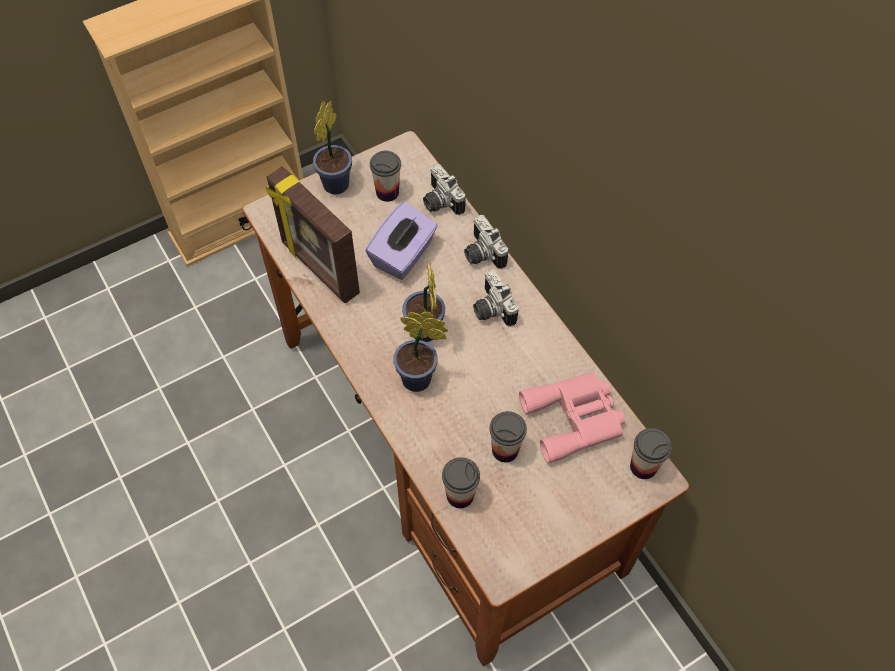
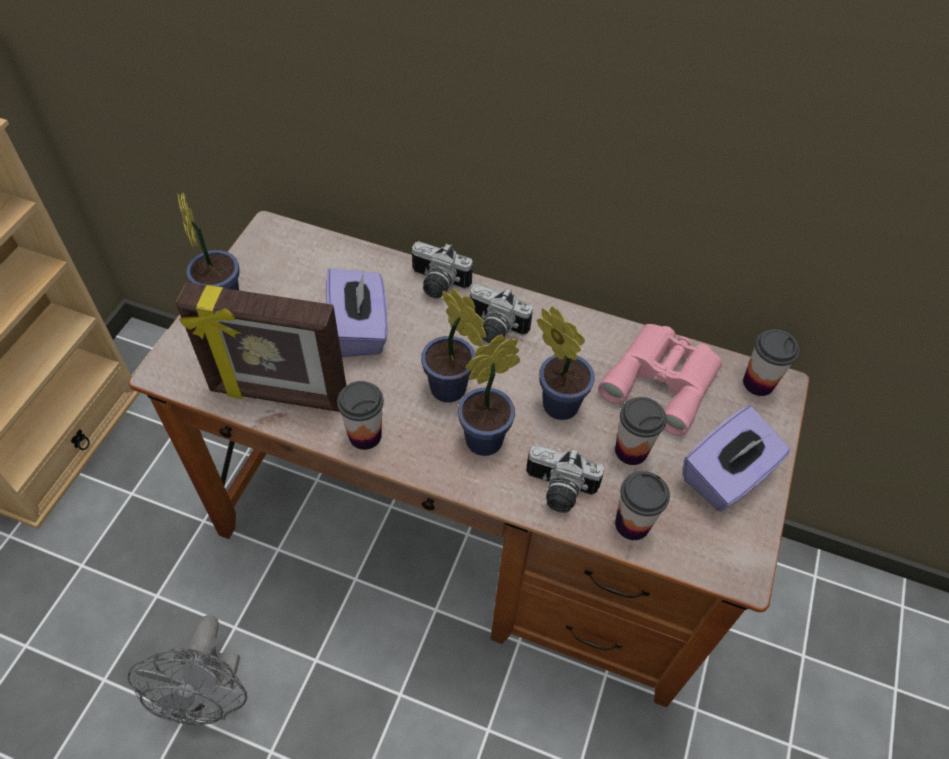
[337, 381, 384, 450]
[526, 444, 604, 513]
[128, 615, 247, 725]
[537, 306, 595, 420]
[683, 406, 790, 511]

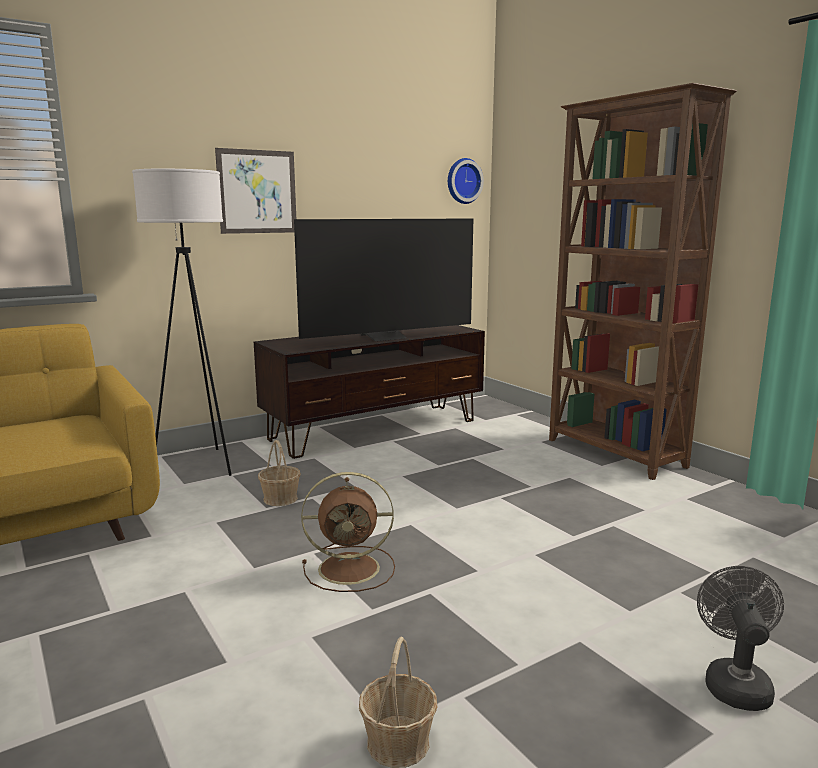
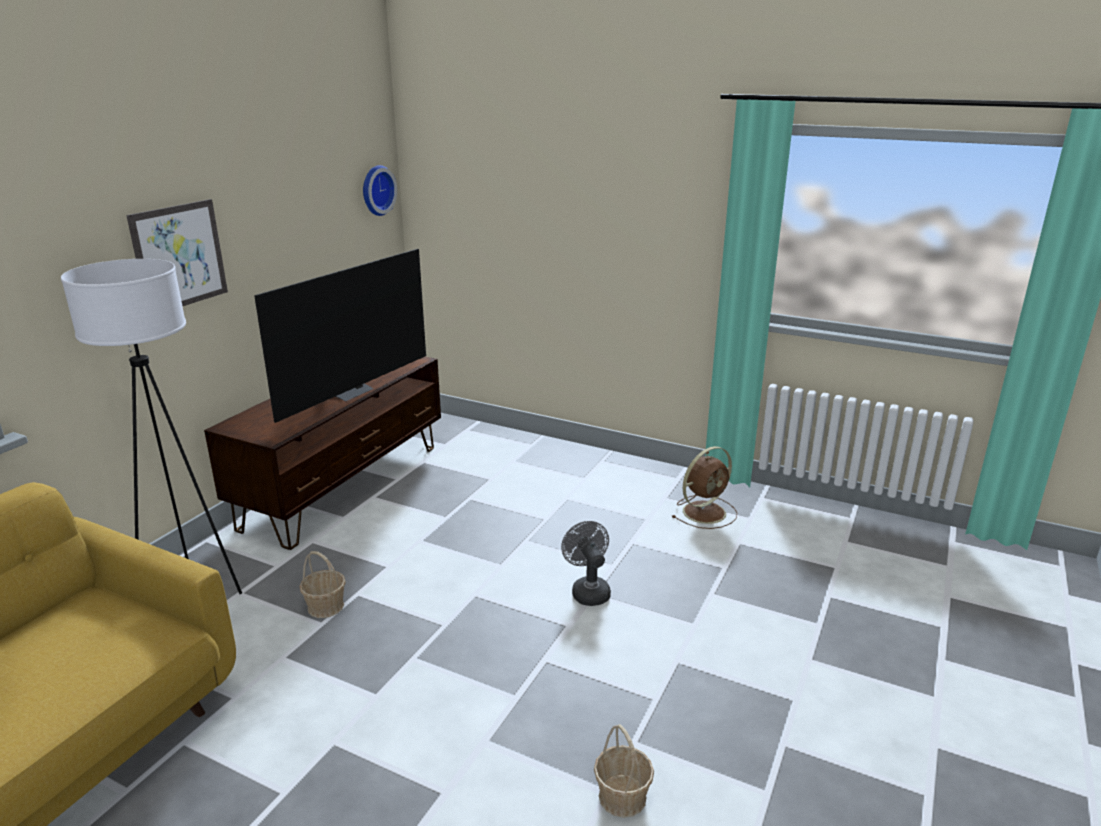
[672, 446, 737, 529]
[549, 83, 737, 480] (first image)
[561, 521, 611, 606]

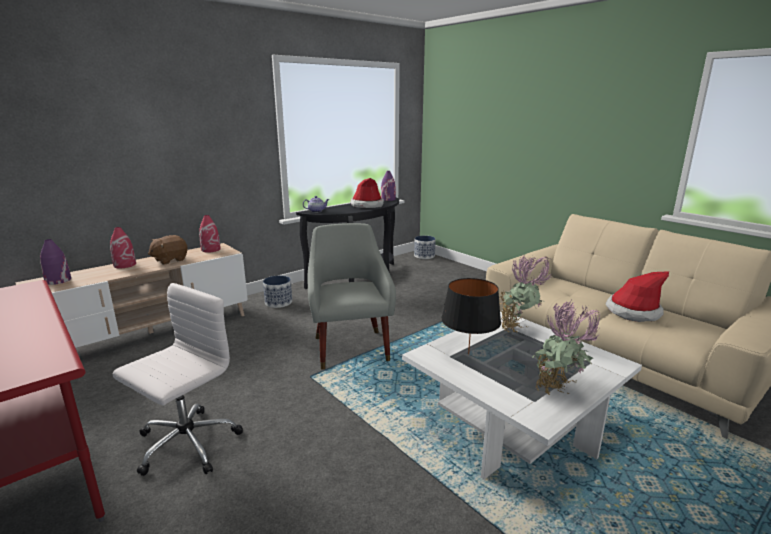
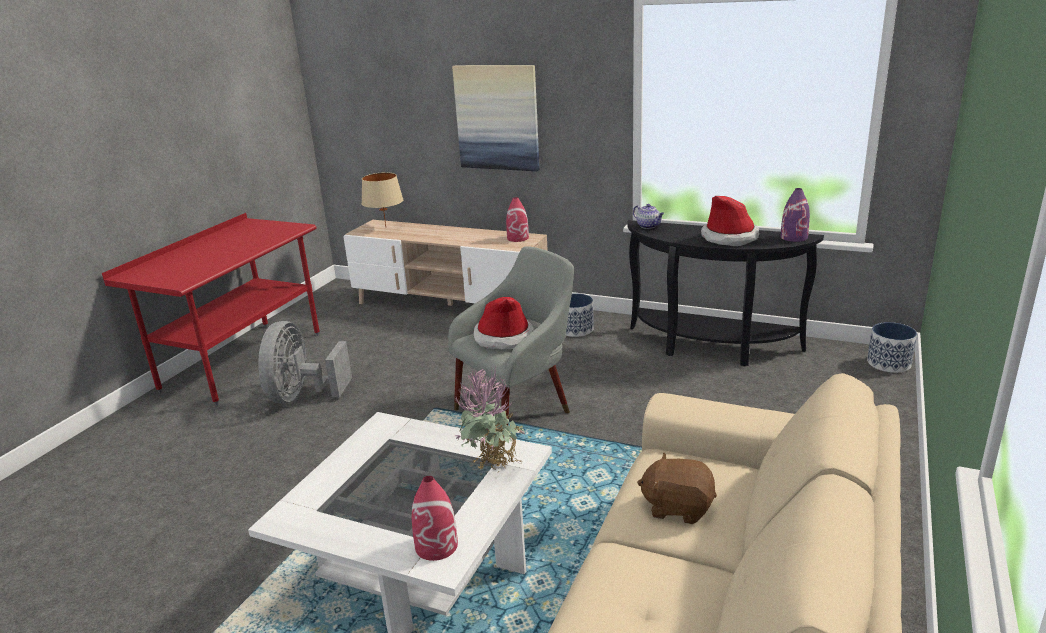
[361, 172, 403, 226]
[411, 476, 458, 561]
[258, 321, 352, 404]
[637, 453, 717, 524]
[441, 278, 501, 354] (first image)
[532, 298, 601, 394] (first image)
[473, 297, 534, 350]
[452, 65, 540, 171]

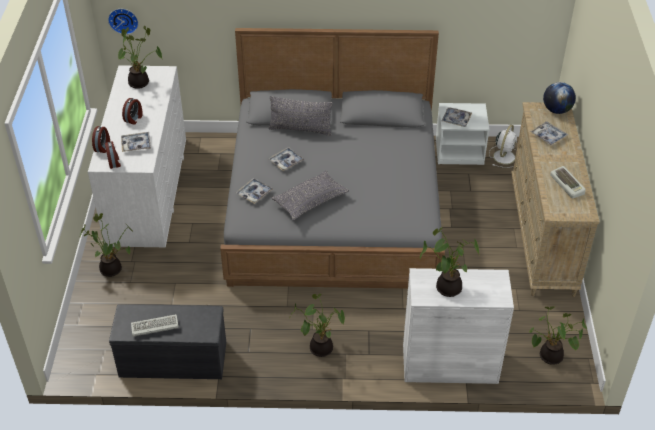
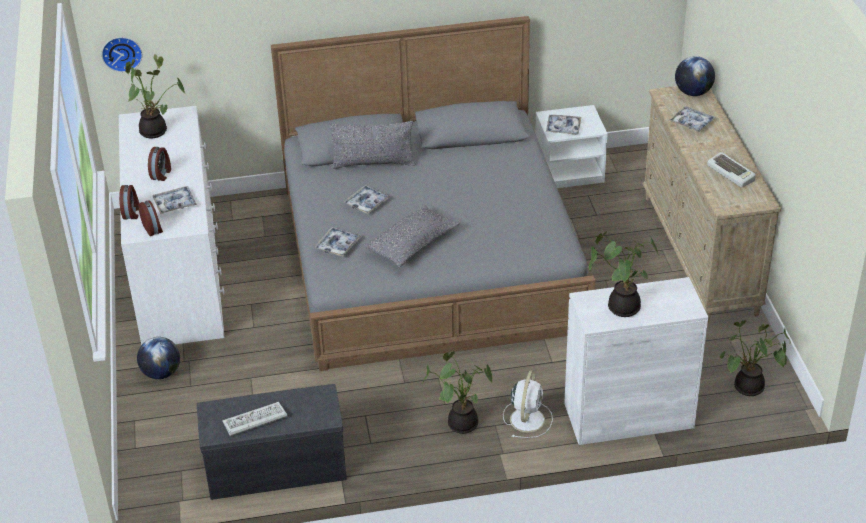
[137, 337, 180, 379]
[503, 370, 553, 438]

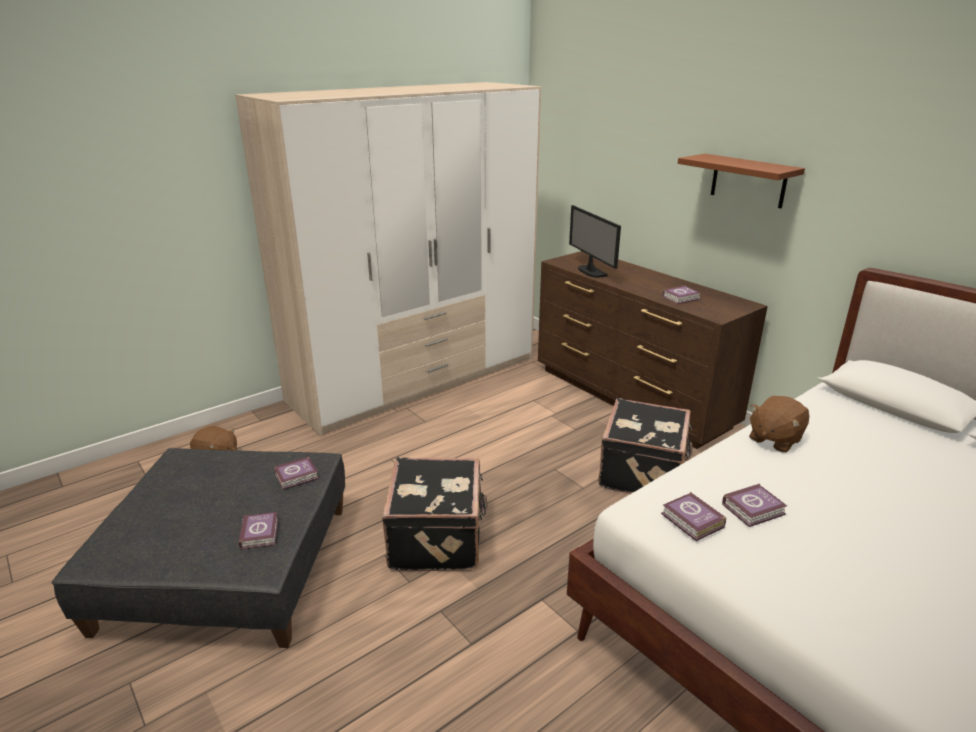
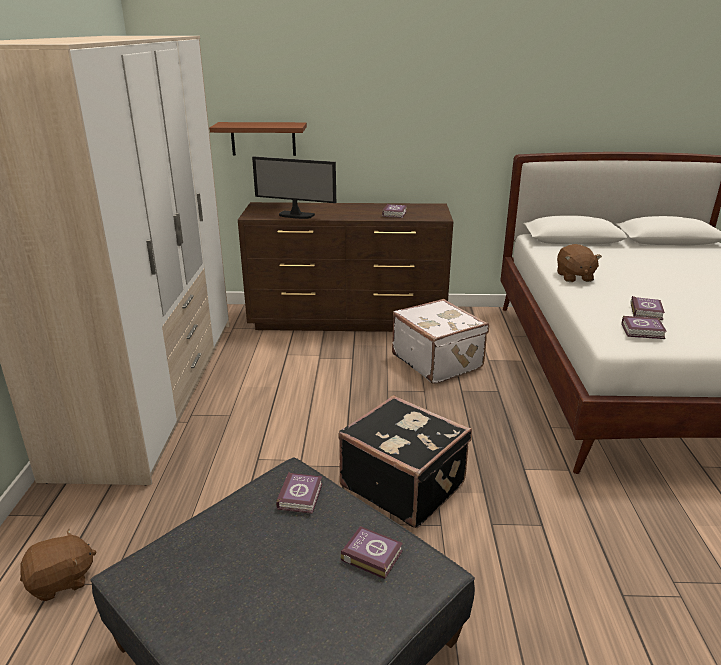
[392, 299, 489, 384]
[209, 122, 307, 156]

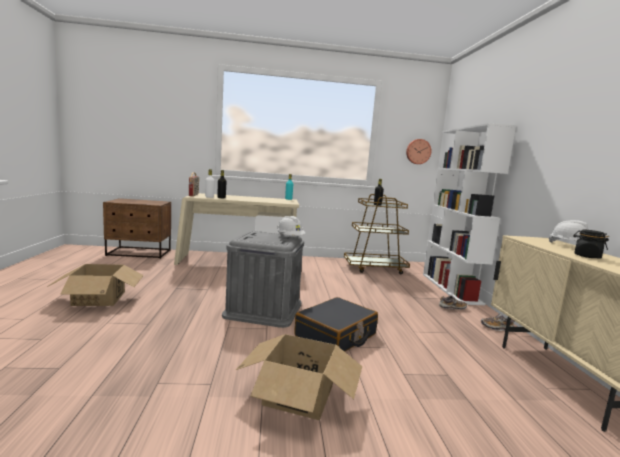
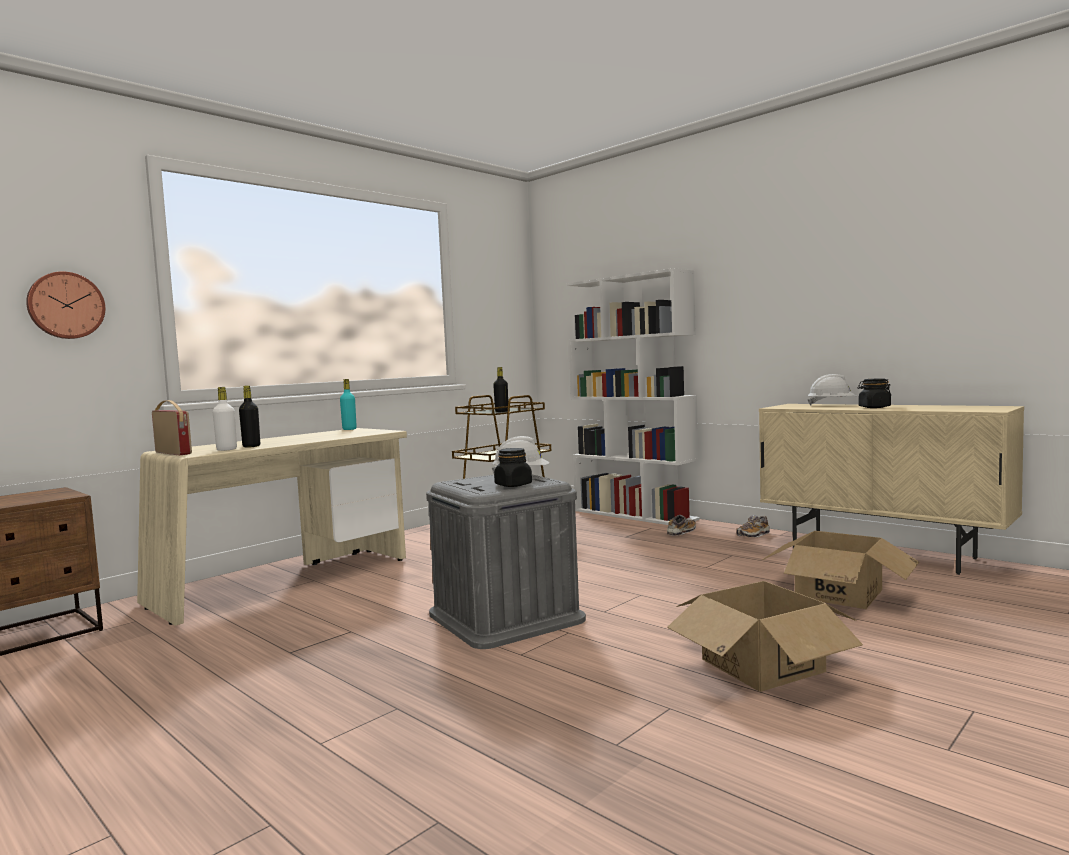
[762, 531, 919, 609]
[294, 297, 378, 352] (first image)
[26, 271, 105, 339]
[494, 448, 532, 487]

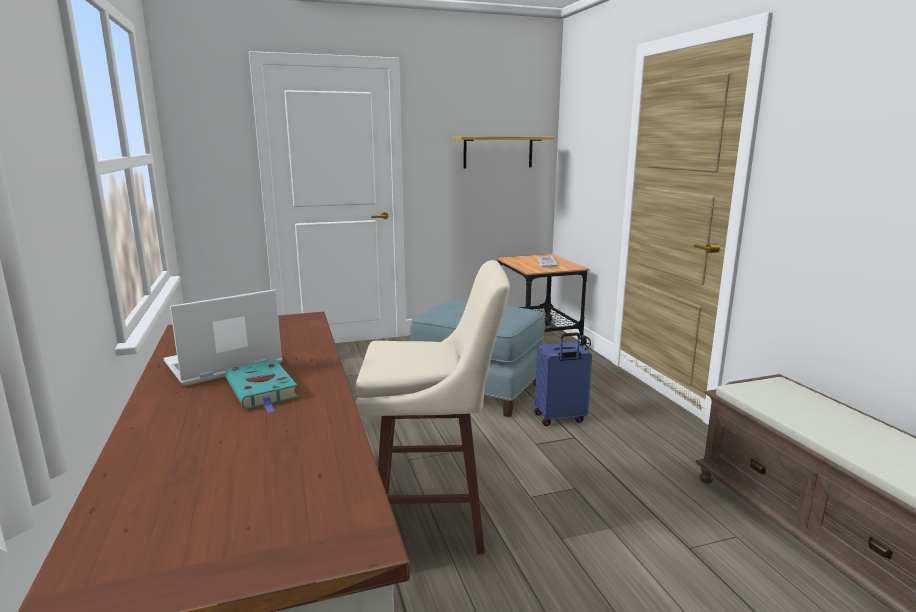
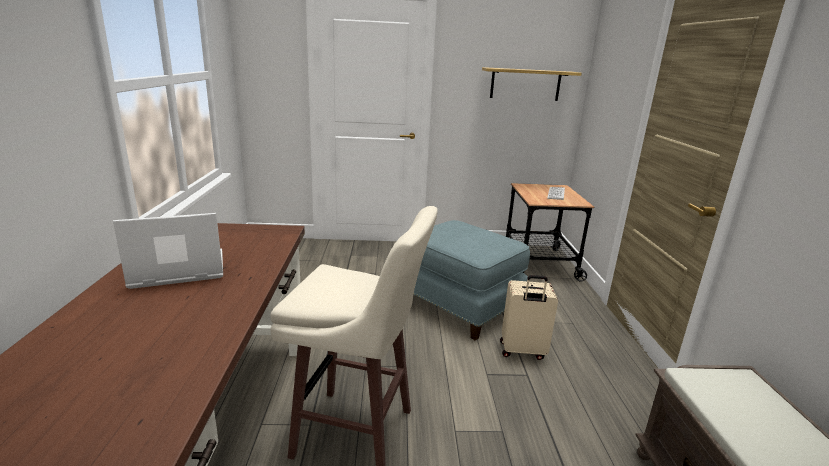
[225, 360, 298, 413] (first image)
[500, 275, 558, 360]

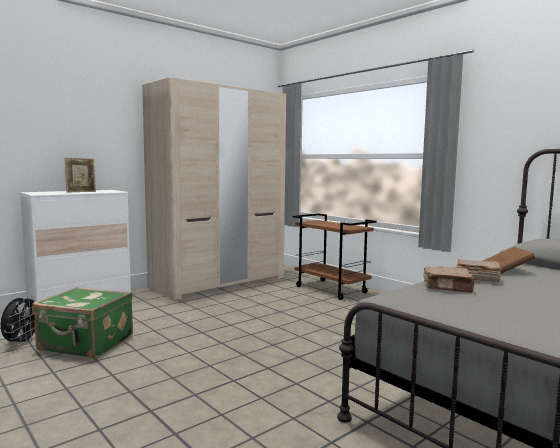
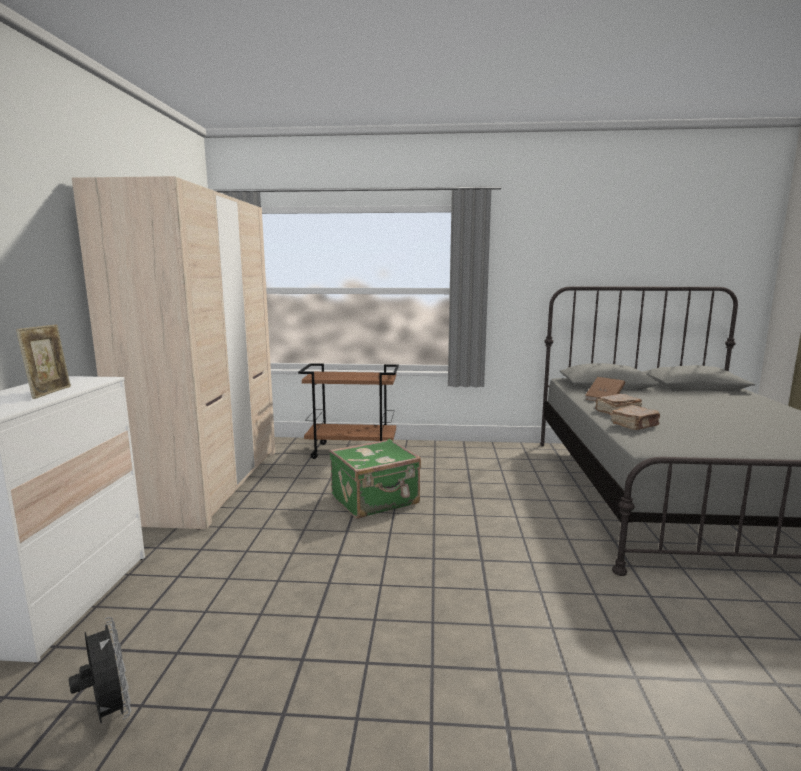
[329, 439, 421, 519]

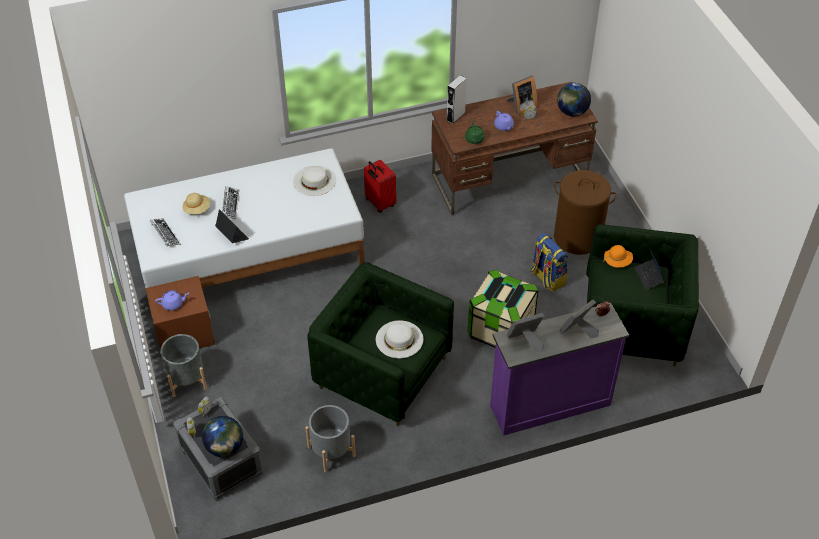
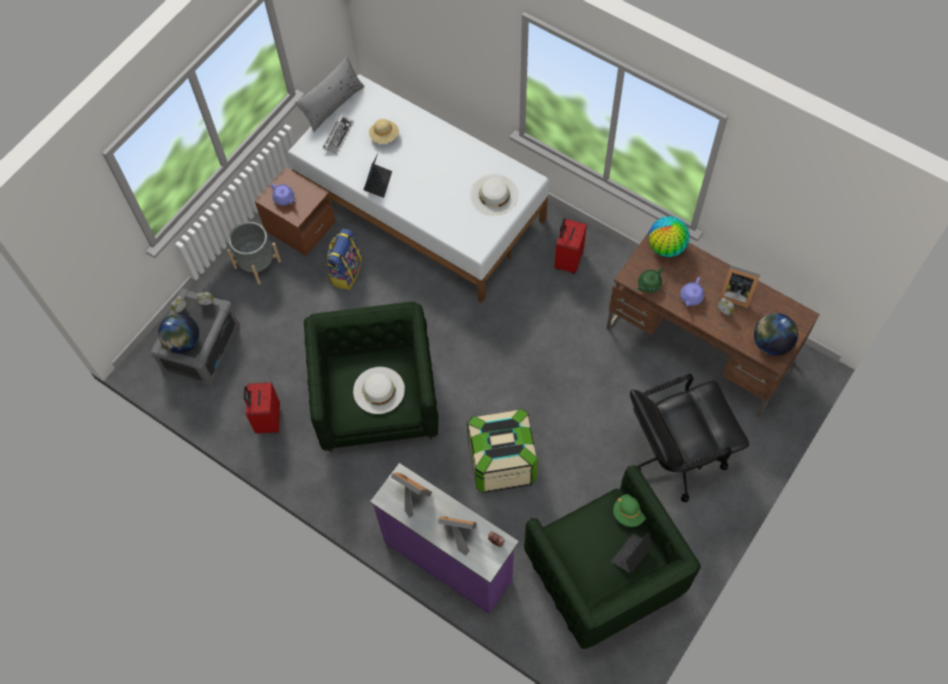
[222, 186, 239, 219] (first image)
[244, 383, 280, 433]
[648, 216, 689, 257]
[326, 229, 362, 290]
[630, 374, 749, 502]
[613, 494, 646, 527]
[295, 56, 365, 132]

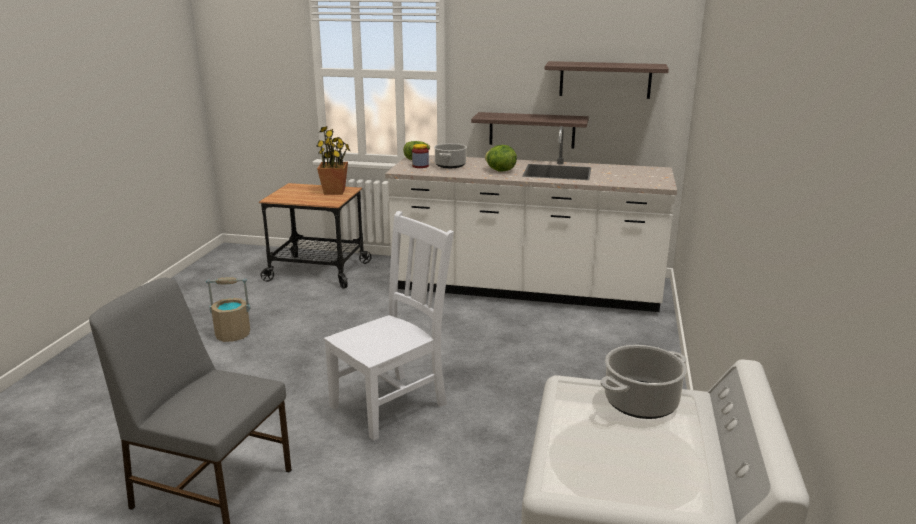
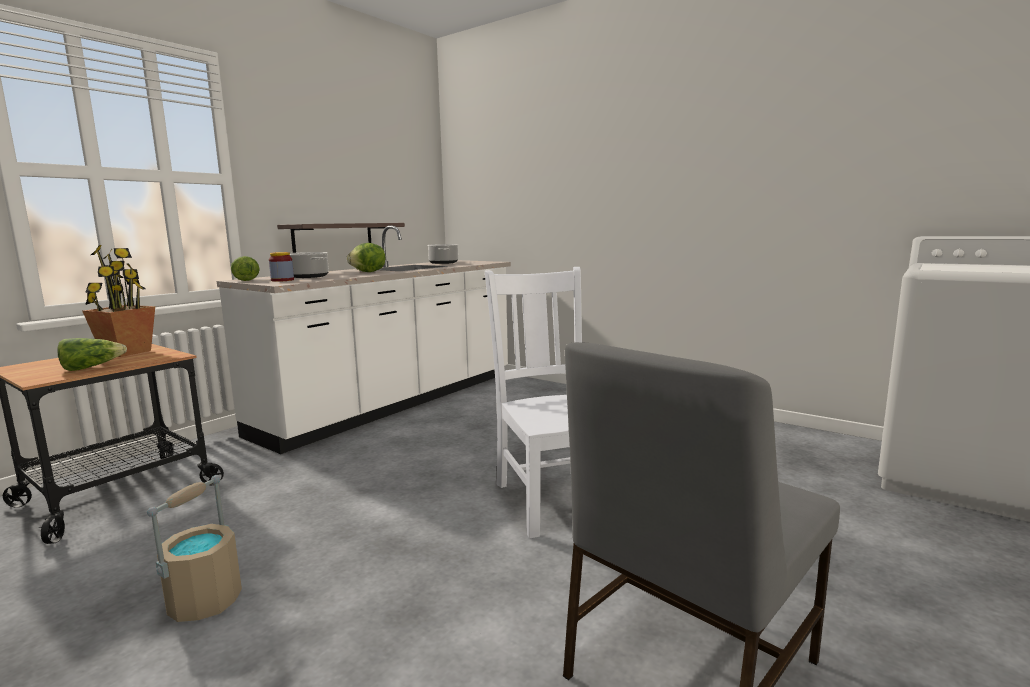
[545, 61, 669, 99] (first image)
[427, 244, 458, 264]
[57, 338, 127, 371]

